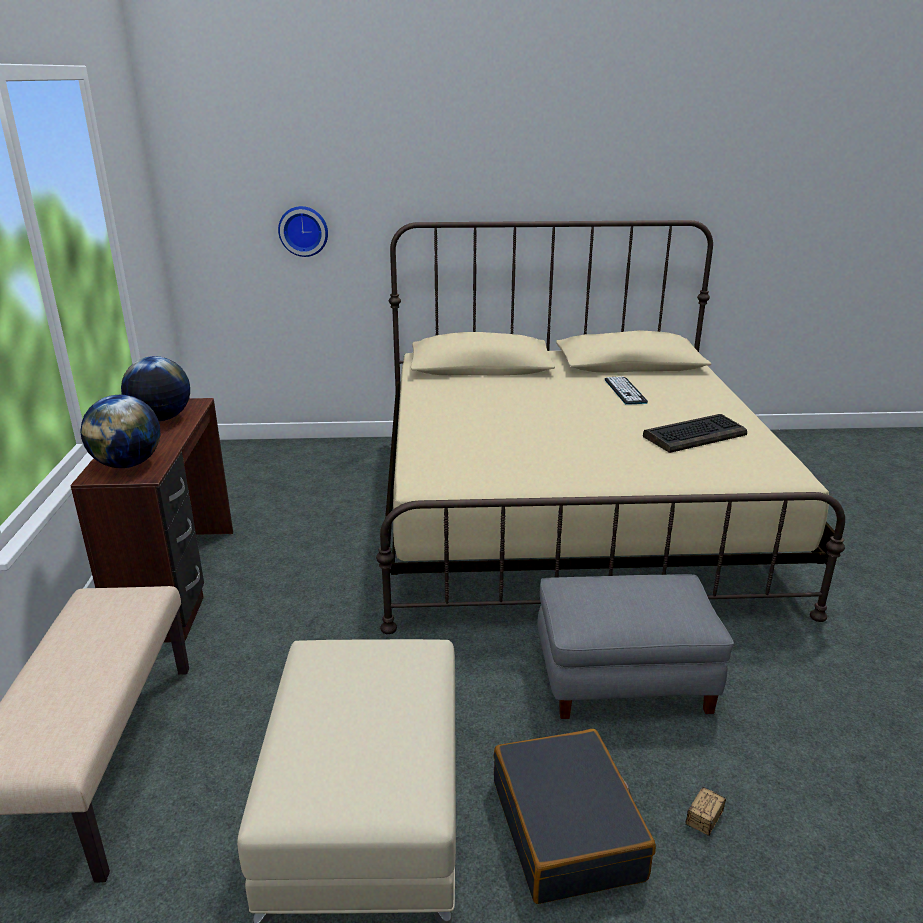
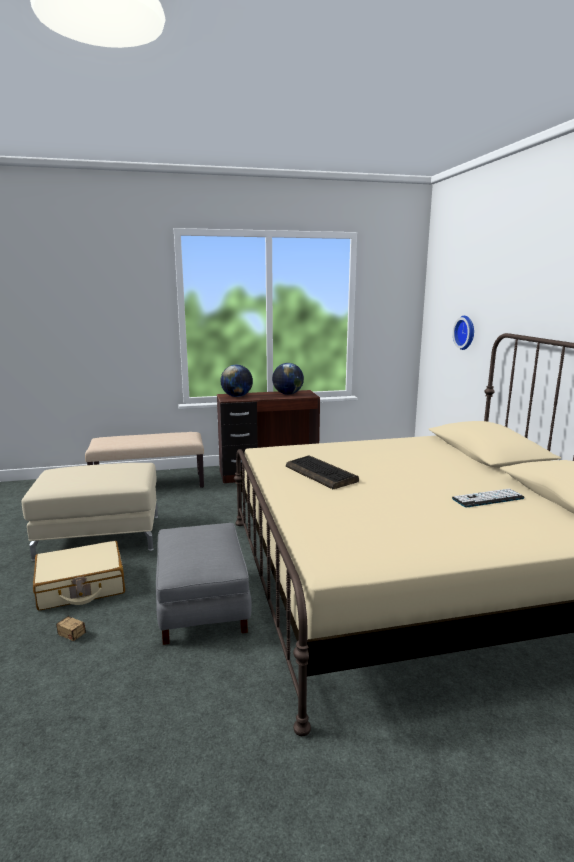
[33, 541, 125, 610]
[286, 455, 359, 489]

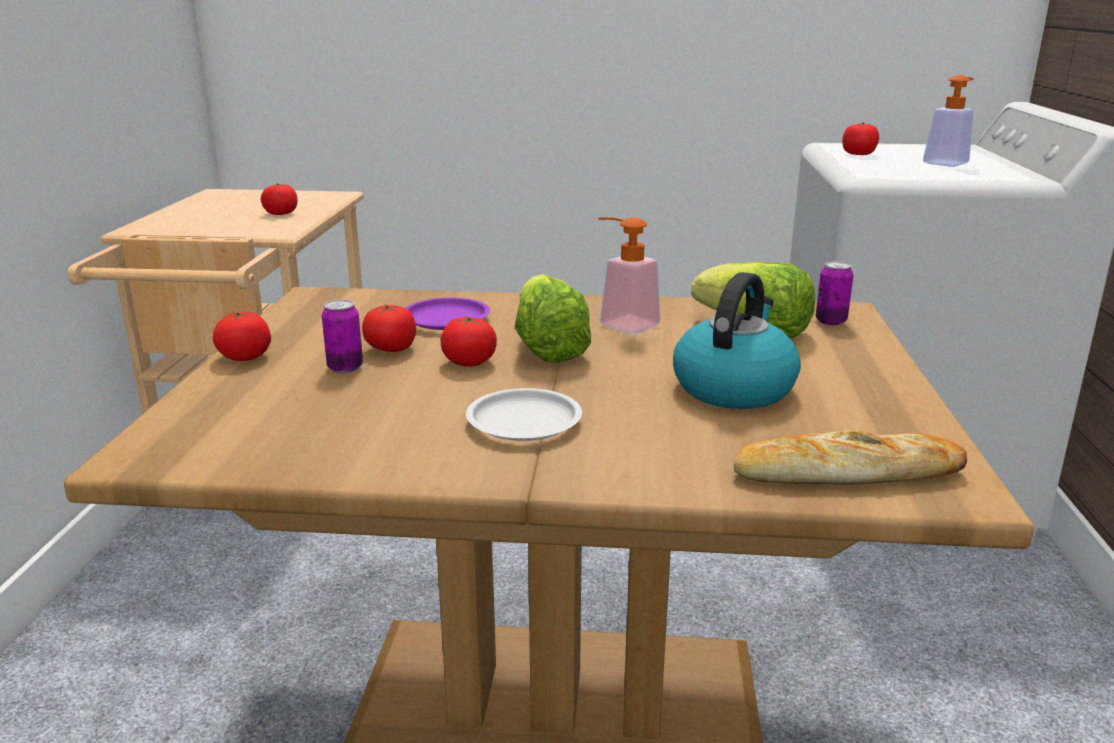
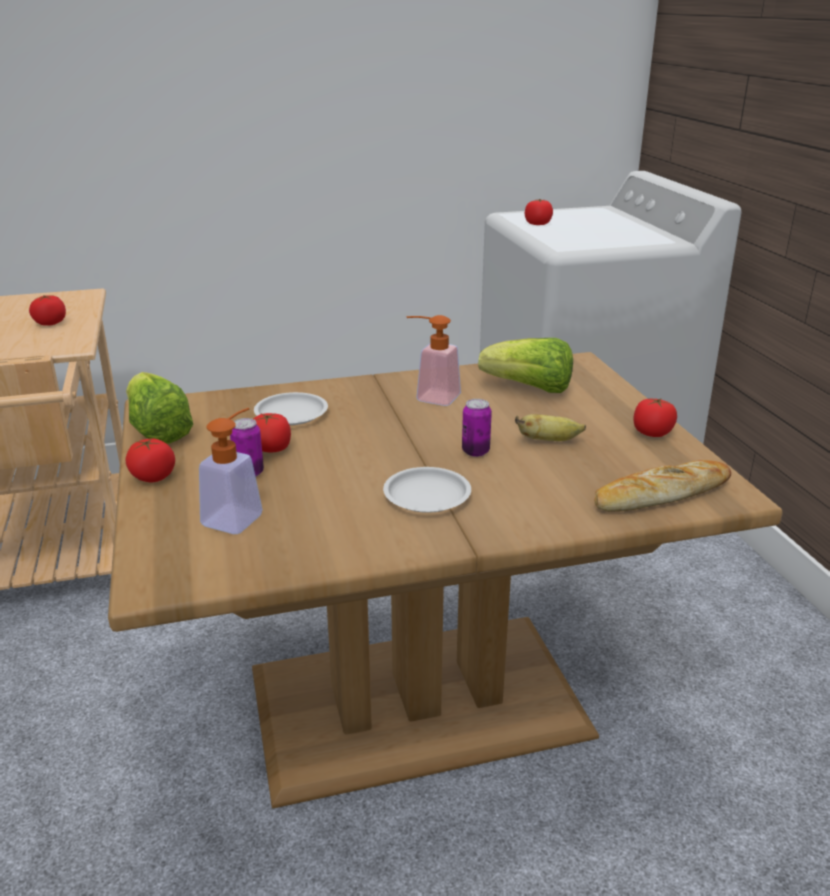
[254, 392, 328, 425]
[633, 398, 677, 437]
[126, 372, 193, 444]
[515, 414, 586, 441]
[462, 399, 492, 457]
[199, 408, 263, 534]

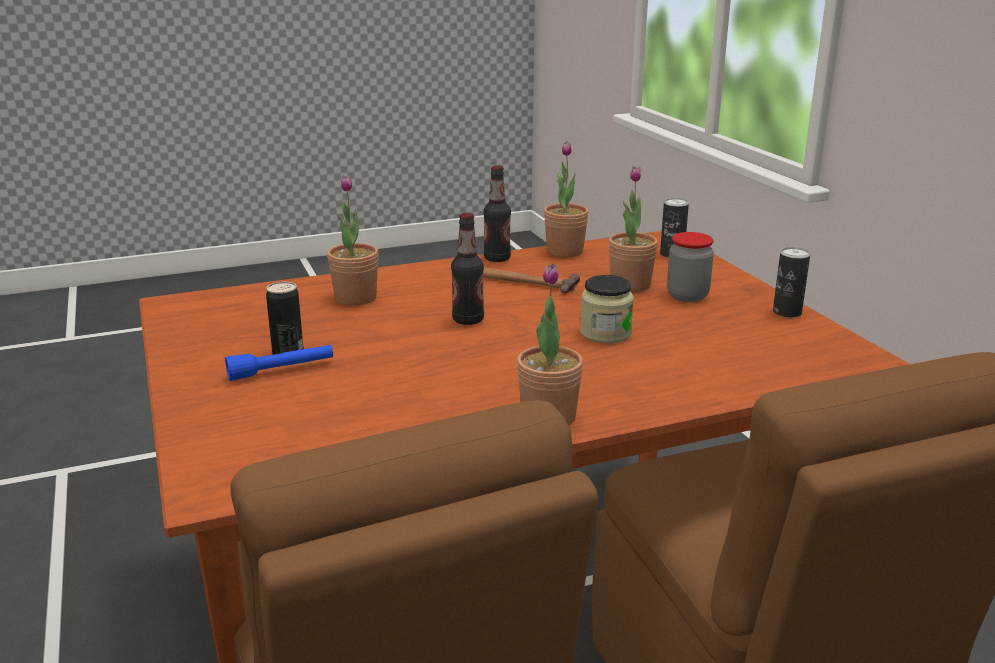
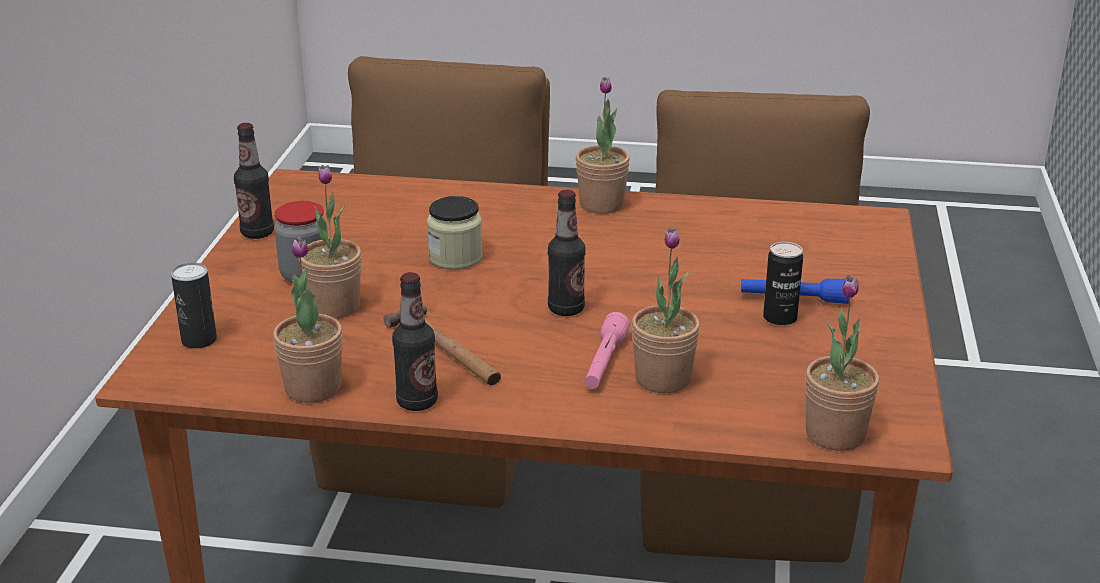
[234, 123, 274, 239]
[584, 312, 630, 389]
[805, 275, 879, 451]

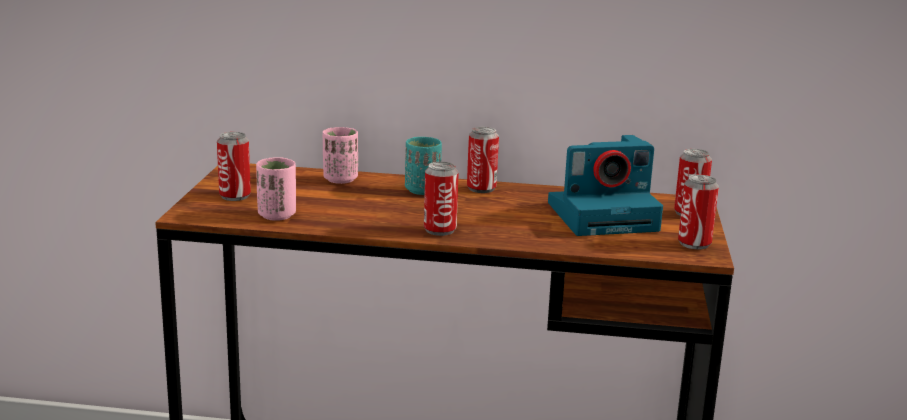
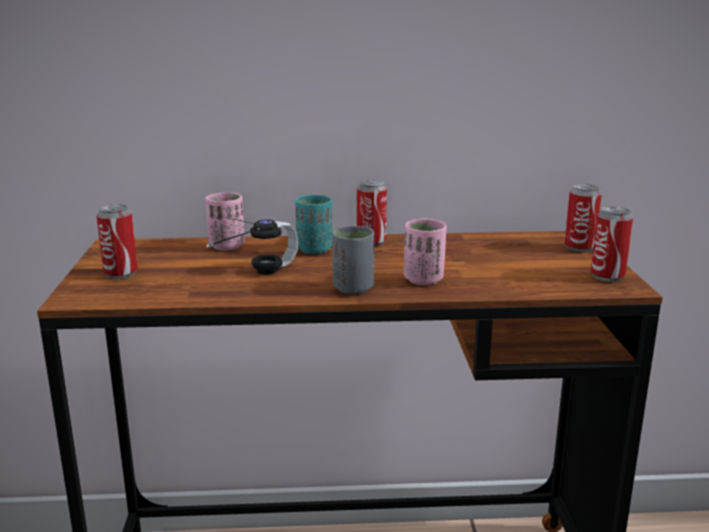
[404, 219, 446, 285]
[332, 226, 374, 294]
[548, 135, 663, 236] (first image)
[206, 218, 298, 274]

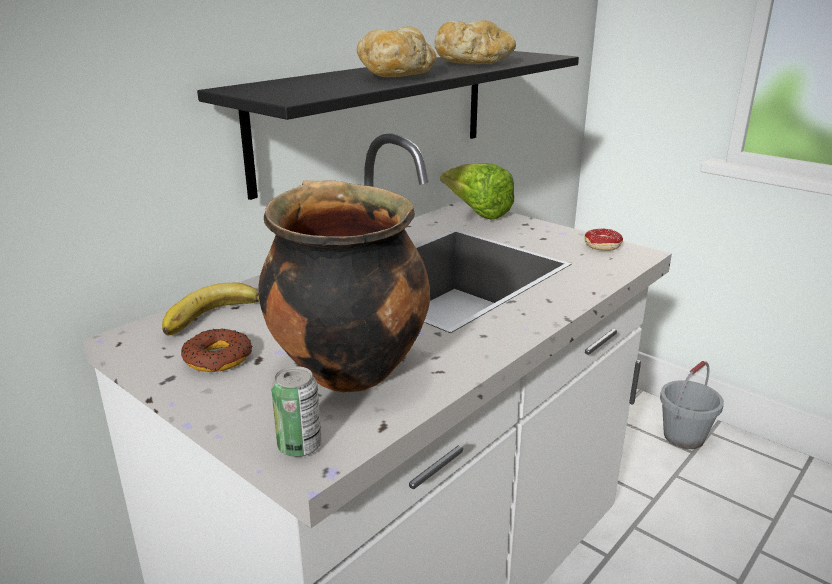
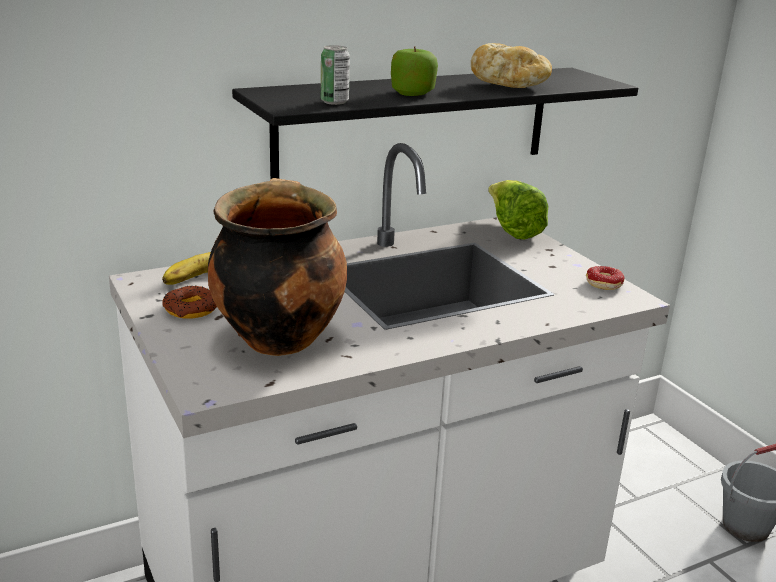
[321, 45, 350, 105]
[391, 46, 438, 96]

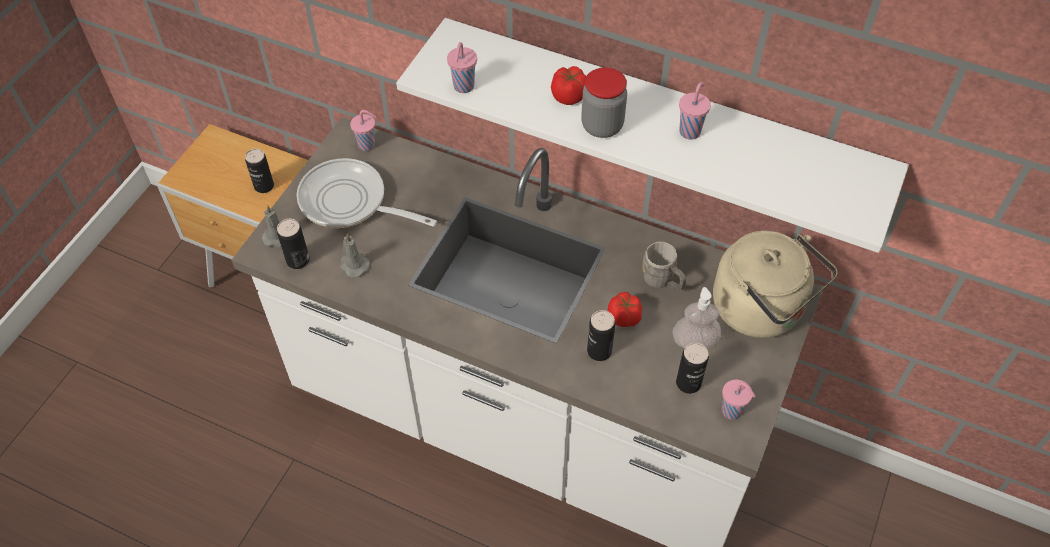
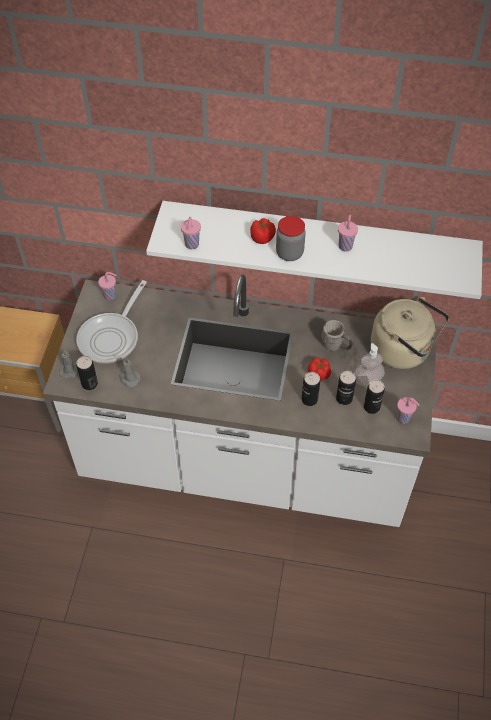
[336, 371, 356, 405]
[76, 280, 147, 364]

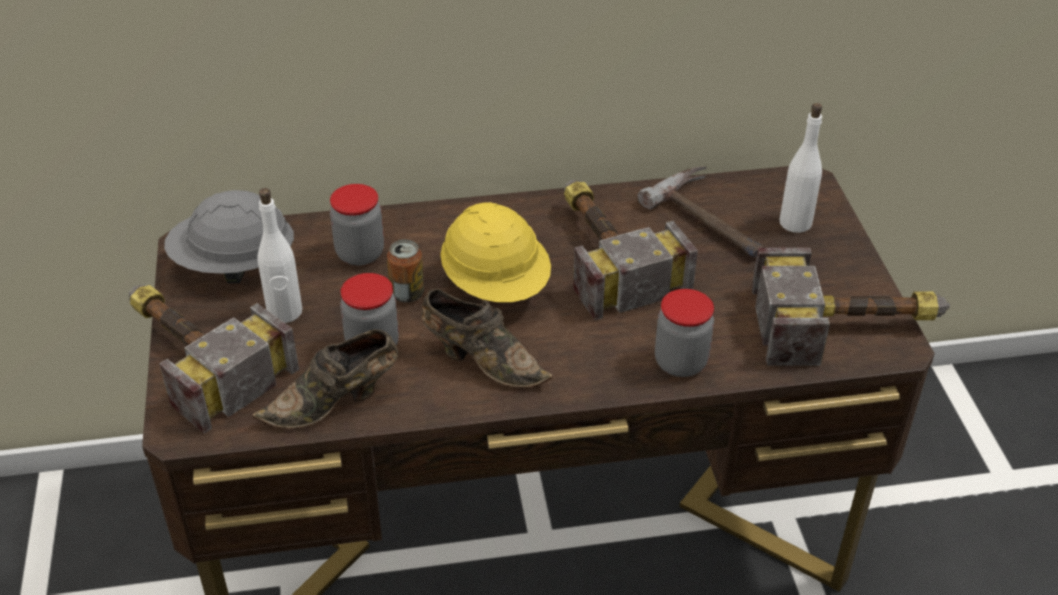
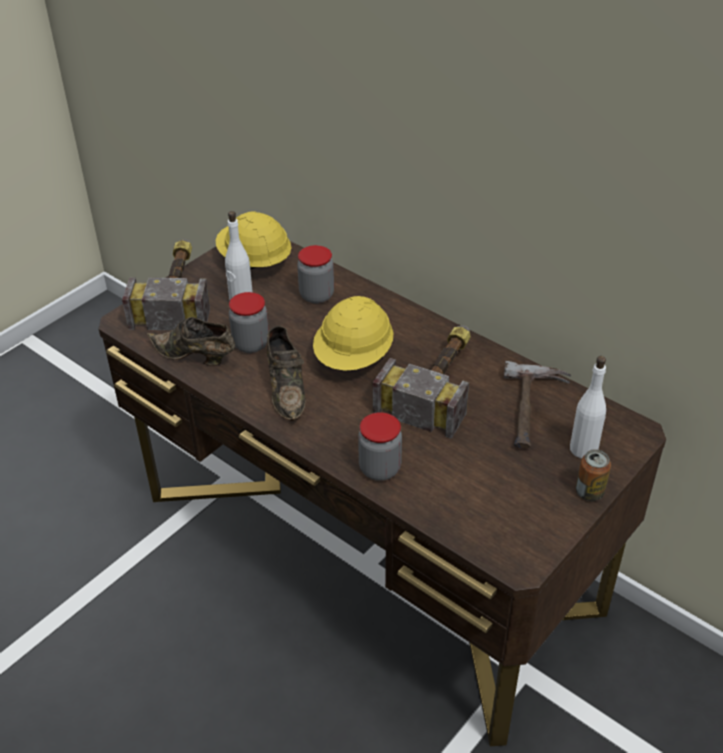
[216, 211, 291, 270]
[576, 449, 611, 501]
[752, 248, 950, 365] (first image)

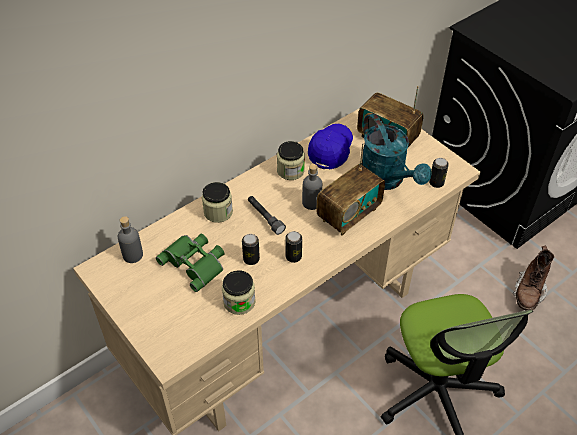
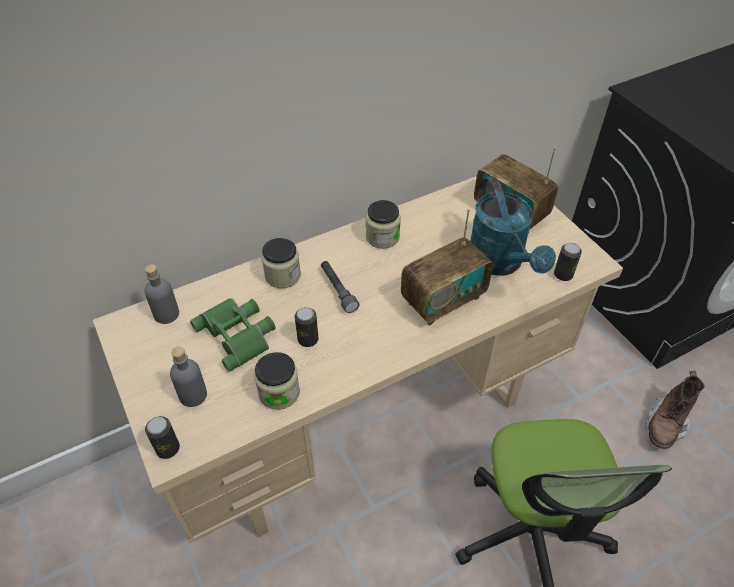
[145, 416, 180, 459]
[170, 347, 207, 407]
[308, 124, 353, 170] (first image)

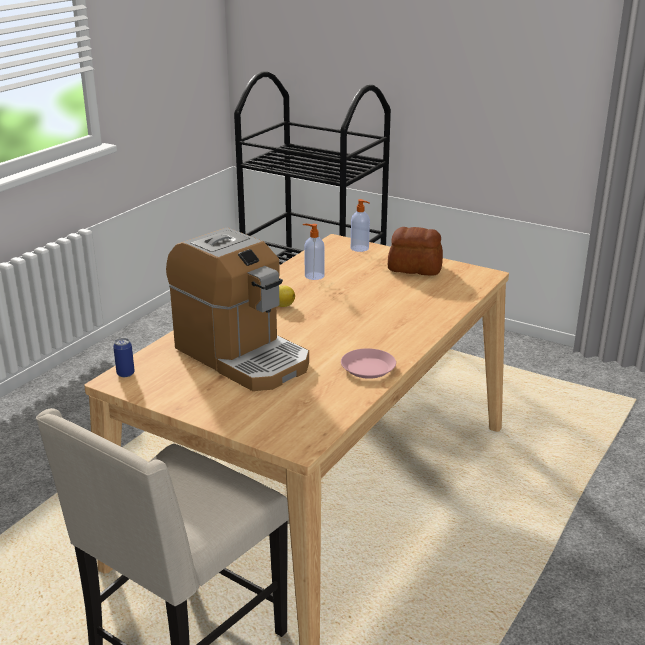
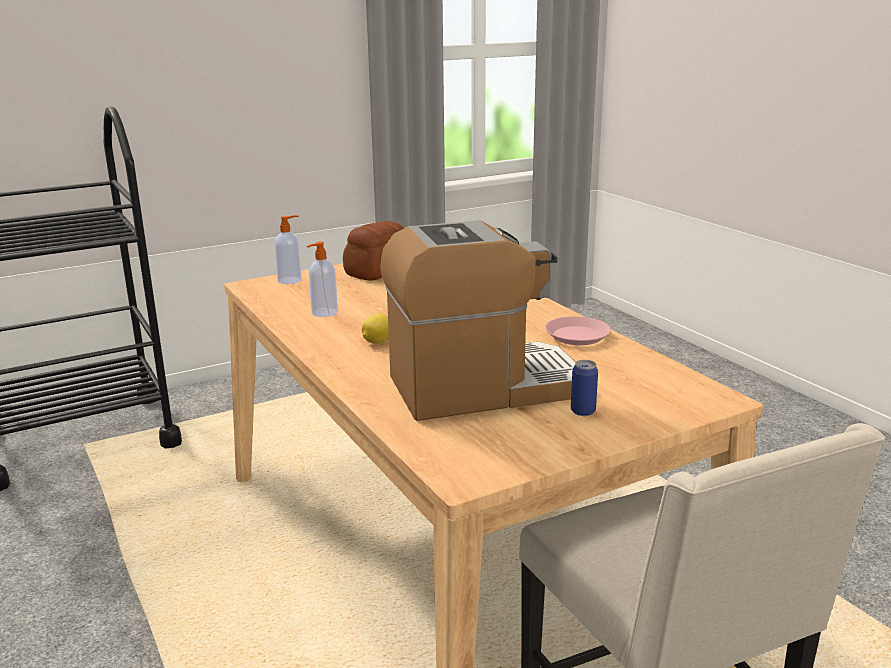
[571, 360, 598, 416]

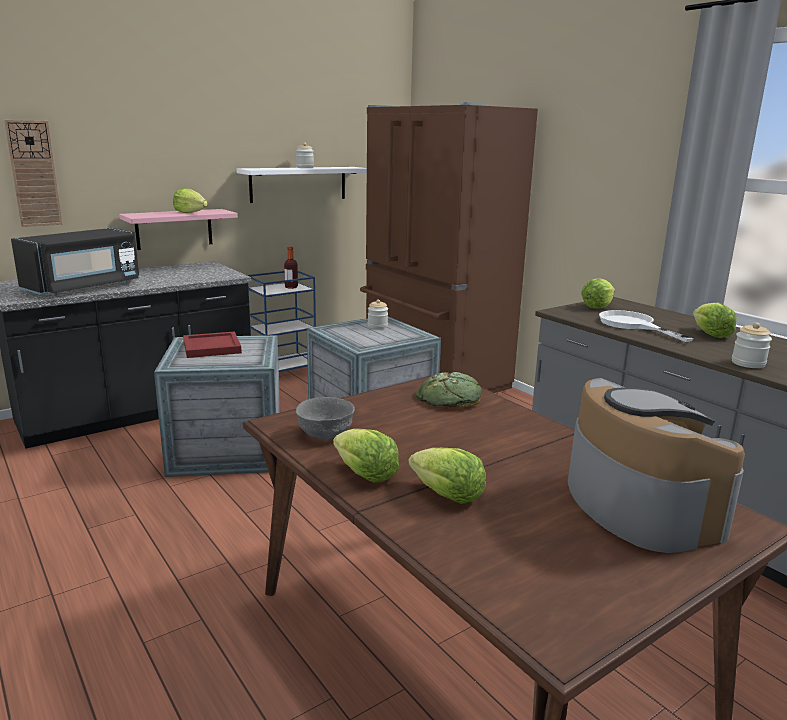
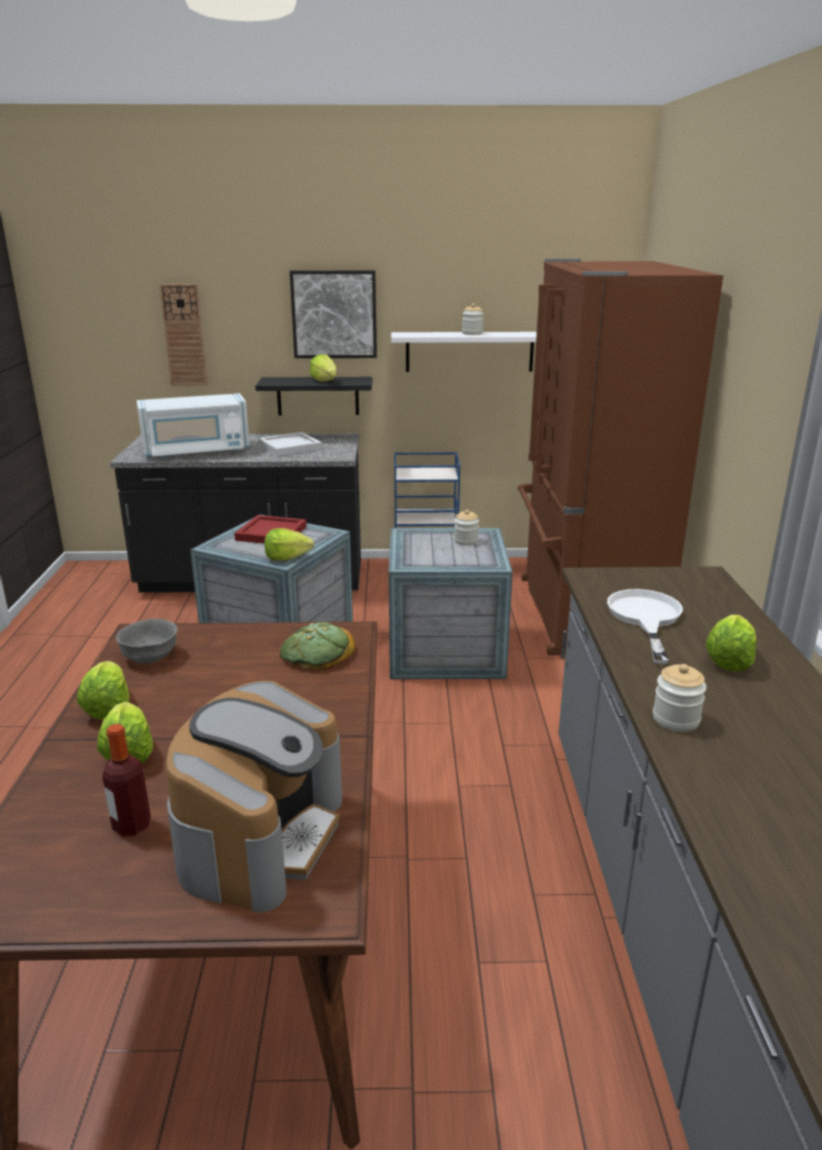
[137, 393, 250, 458]
[255, 377, 373, 415]
[102, 724, 151, 837]
[264, 528, 314, 561]
[258, 432, 322, 456]
[290, 270, 377, 358]

